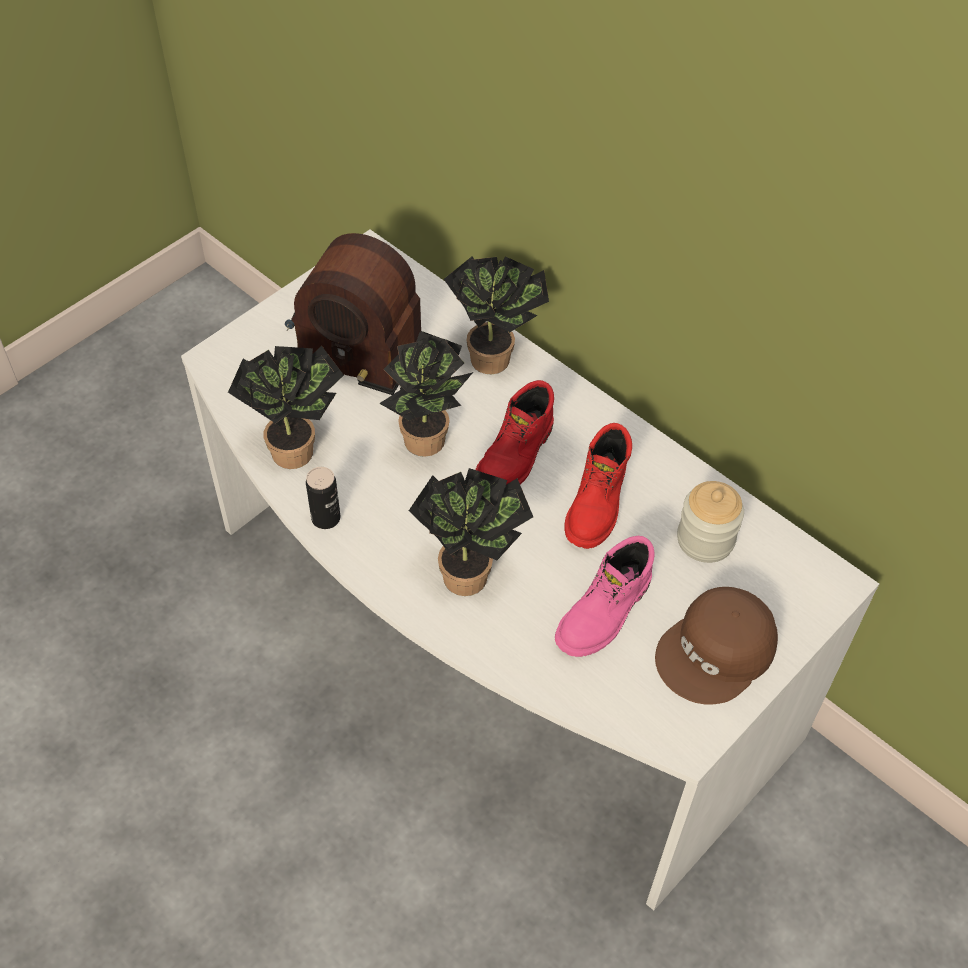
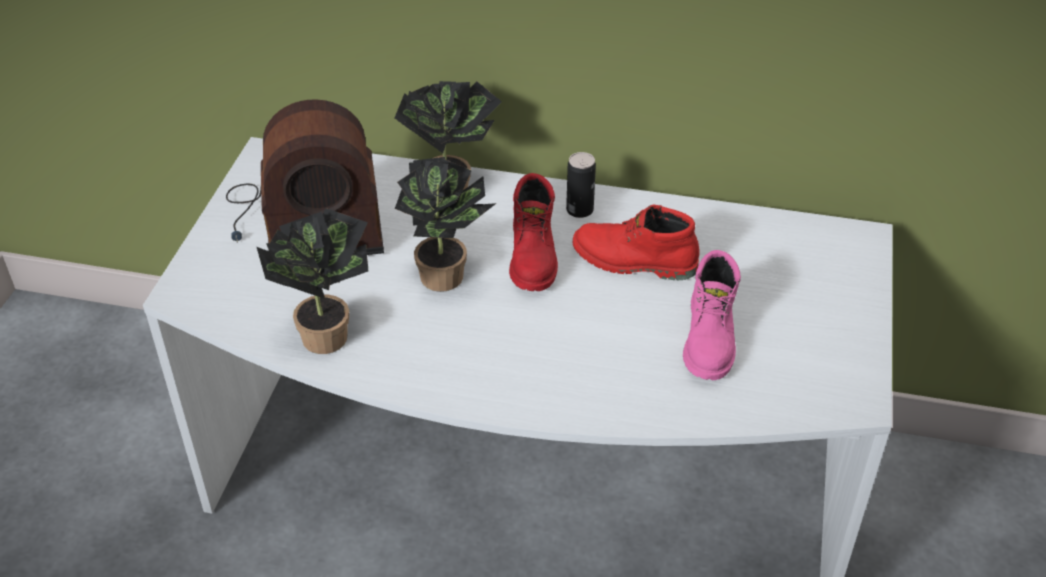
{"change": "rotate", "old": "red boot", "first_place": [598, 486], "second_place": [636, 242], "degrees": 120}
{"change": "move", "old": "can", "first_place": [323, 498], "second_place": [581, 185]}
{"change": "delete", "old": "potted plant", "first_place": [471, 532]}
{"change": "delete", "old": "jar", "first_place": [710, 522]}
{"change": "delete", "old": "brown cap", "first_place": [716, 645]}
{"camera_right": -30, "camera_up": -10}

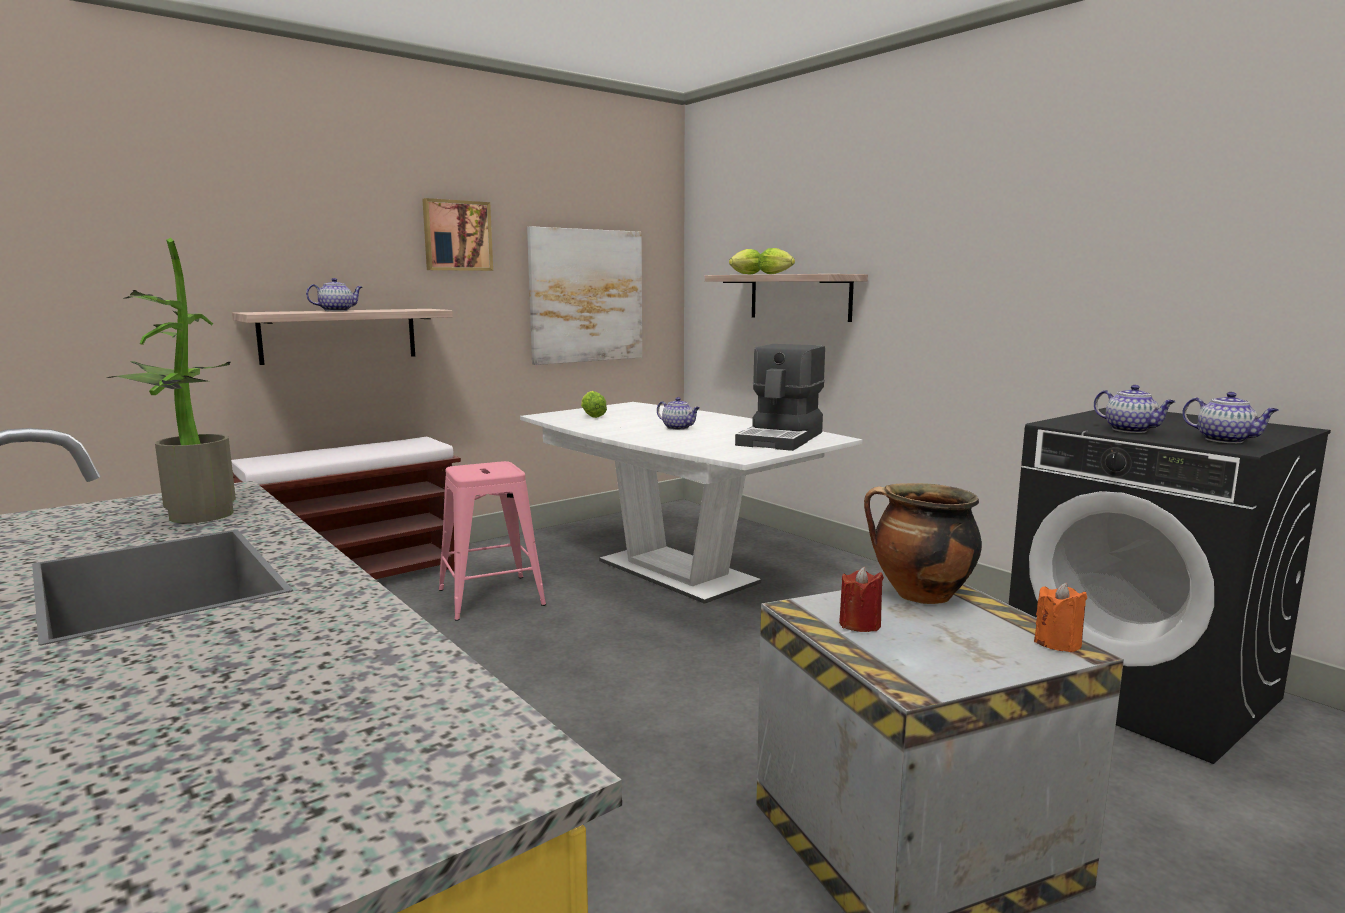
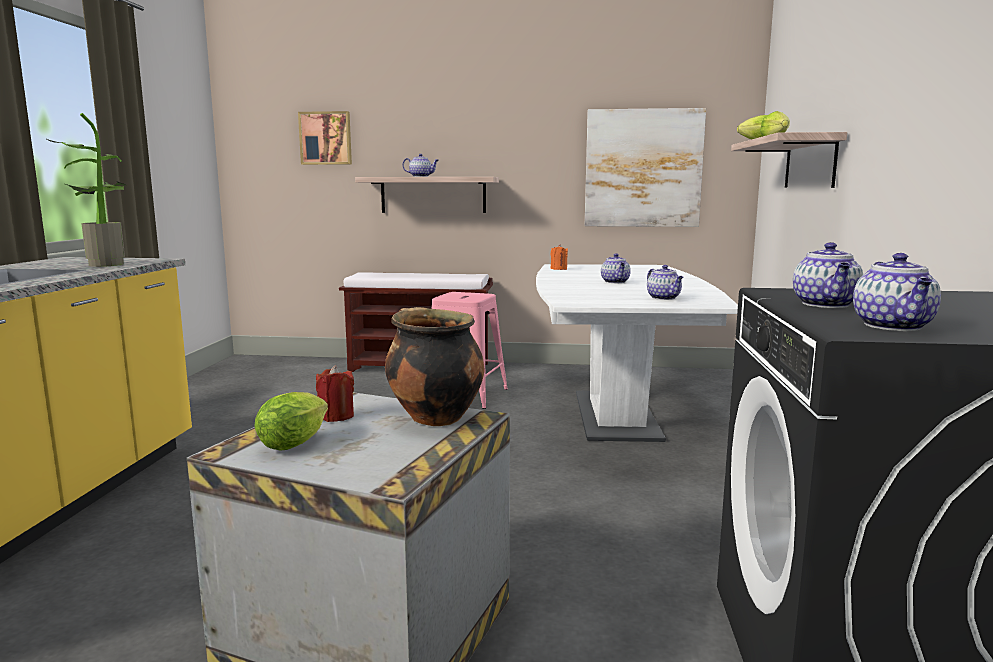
{"change": "move", "old": "picture", "first_place": [457, 234], "second_place": [325, 138]}
{"change": "replace", "old": "coffee machine", "new": "teapot", "first_place": [780, 397], "second_place": [665, 282]}
{"change": "move", "old": "lettuce", "first_place": [594, 404], "second_place": [291, 421]}
{"change": "move", "old": "orange candle", "first_place": [1060, 617], "second_place": [559, 257]}
{"camera_right": 45, "camera_up": 0}

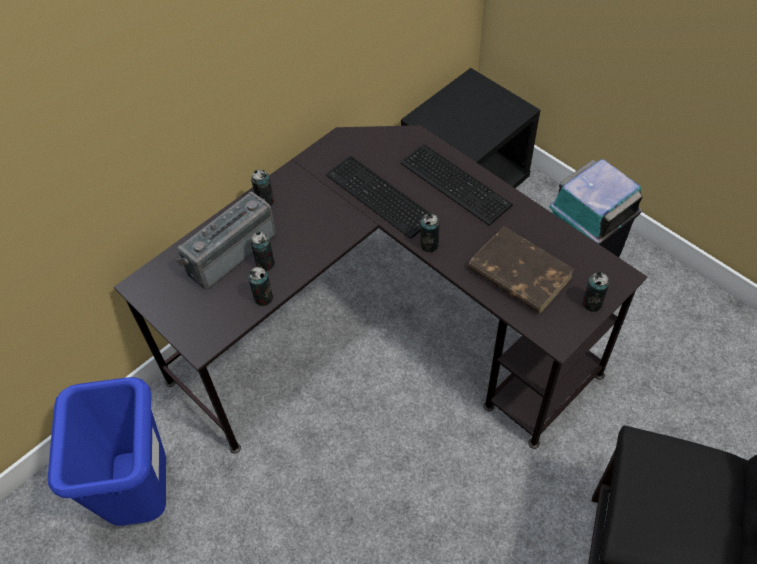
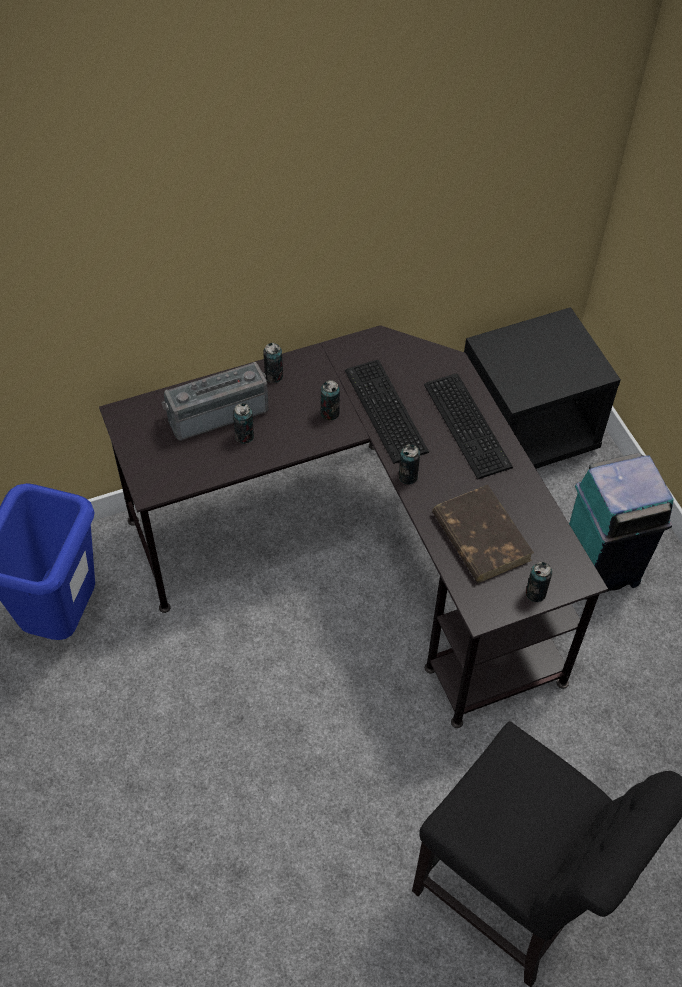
{"change": "move", "old": "can", "first_place": [260, 286], "second_place": [330, 400]}
{"camera_right": 20, "camera_up": 0}

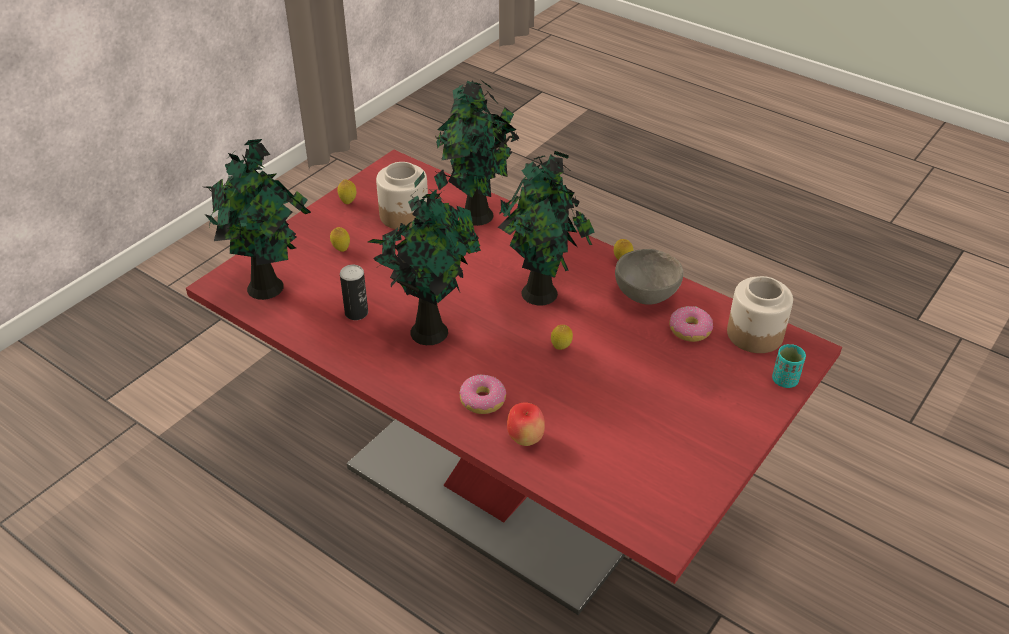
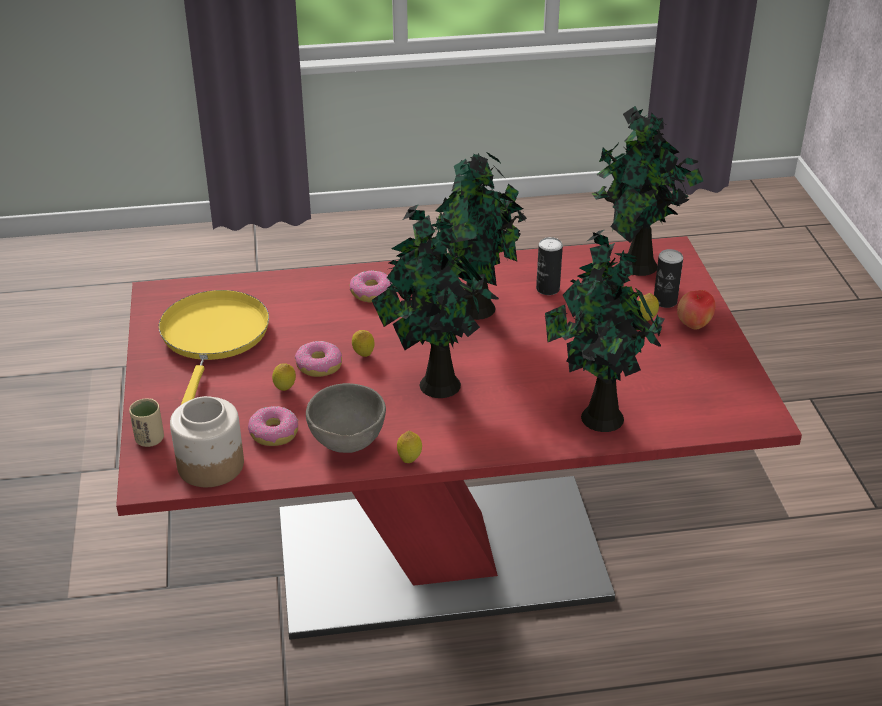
{"change": "delete", "old": "jar", "first_place": [402, 196]}
{"change": "move", "old": "lemon", "first_place": [347, 191], "second_place": [284, 377]}
{"change": "recolor", "old": "turquoise cup", "new": "beige cup", "first_place": [789, 366], "second_place": [146, 422]}
{"change": "move", "old": "apple", "first_place": [526, 424], "second_place": [696, 310]}
{"change": "insert", "new": "can", "second_place": [668, 278]}
{"change": "insert", "new": "yellow frying pan", "second_place": [213, 347]}
{"change": "insert", "new": "donut", "second_place": [318, 359]}
{"camera_right": 135, "camera_up": -5}

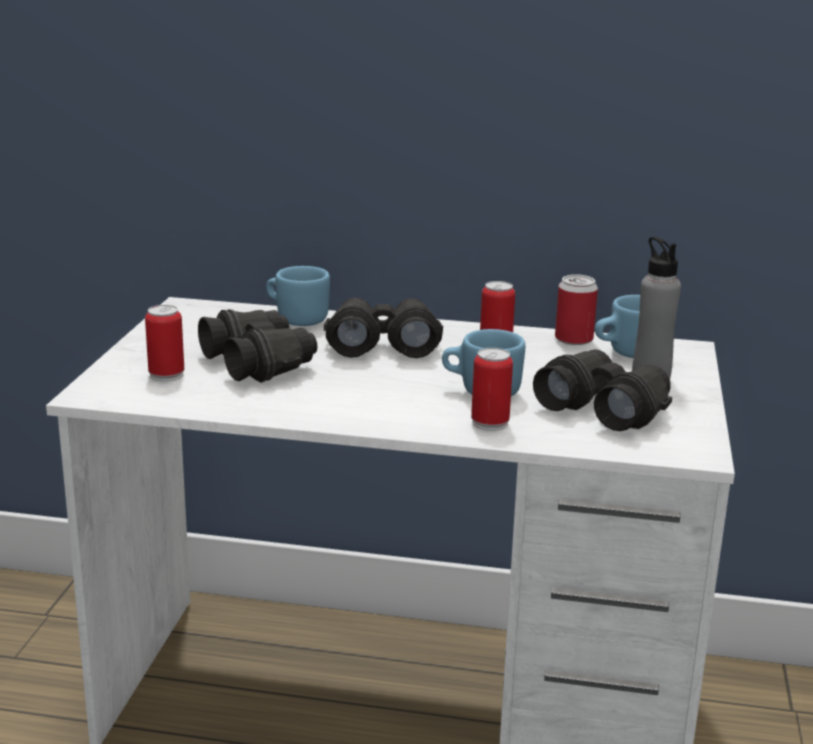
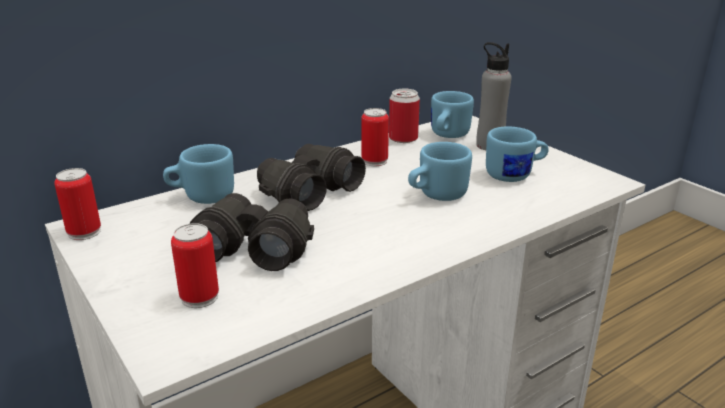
{"change": "move", "old": "can", "first_place": [492, 389], "second_place": [77, 204]}
{"change": "replace", "old": "black binoculars", "new": "blue mug", "first_place": [602, 390], "second_place": [517, 154]}
{"camera_right": -45, "camera_up": 5}

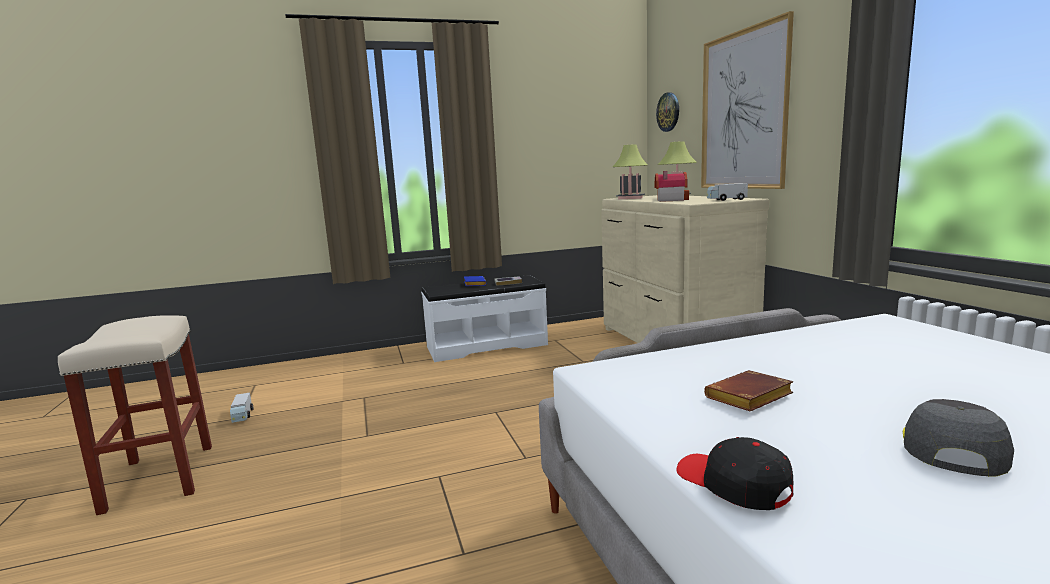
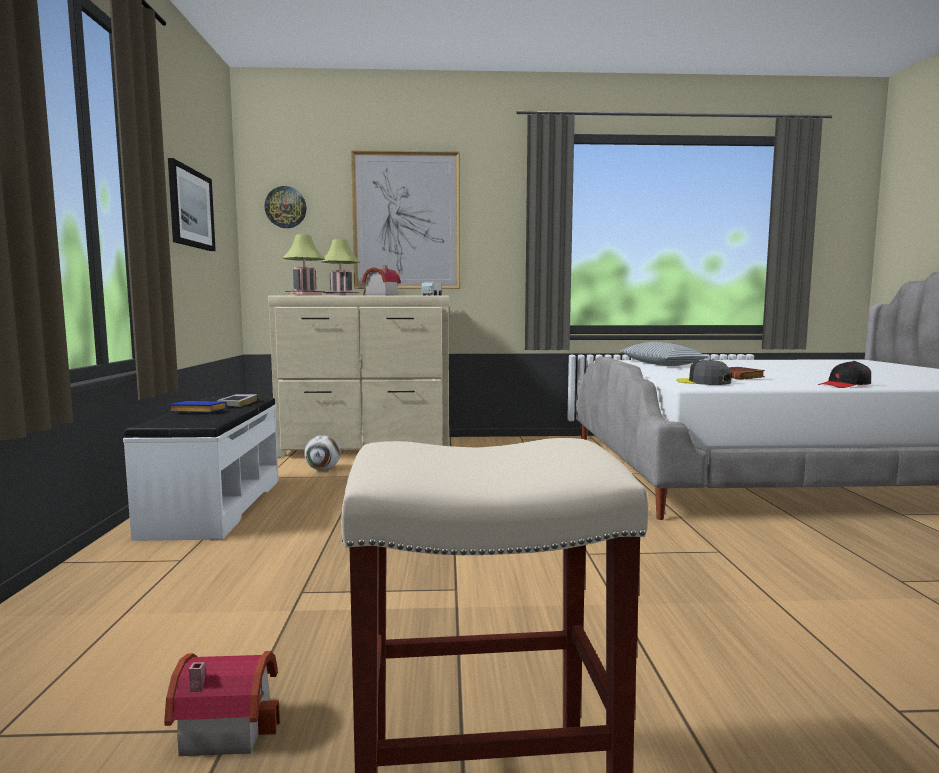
{"change": "replace", "old": "toy truck", "new": "toy house", "first_place": [242, 407], "second_place": [222, 703]}
{"change": "move", "old": "grey cap", "first_place": [958, 438], "second_place": [703, 372]}
{"change": "insert", "new": "picture", "second_place": [192, 204]}
{"change": "insert", "new": "pillow", "second_place": [664, 354]}
{"change": "insert", "new": "football", "second_place": [322, 453]}
{"camera_right": -75, "camera_up": -5}

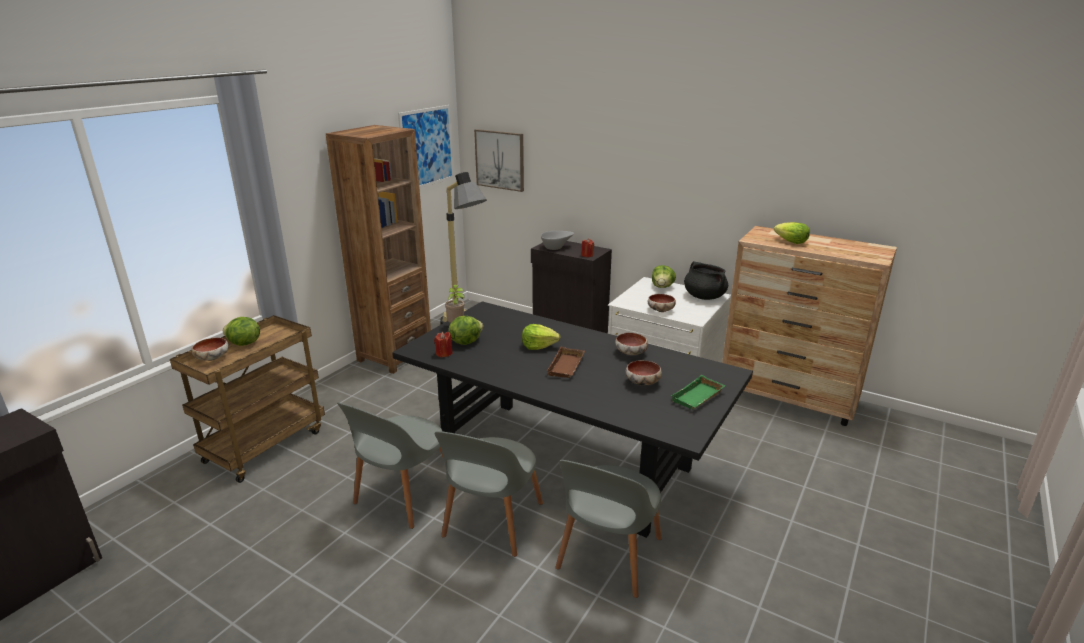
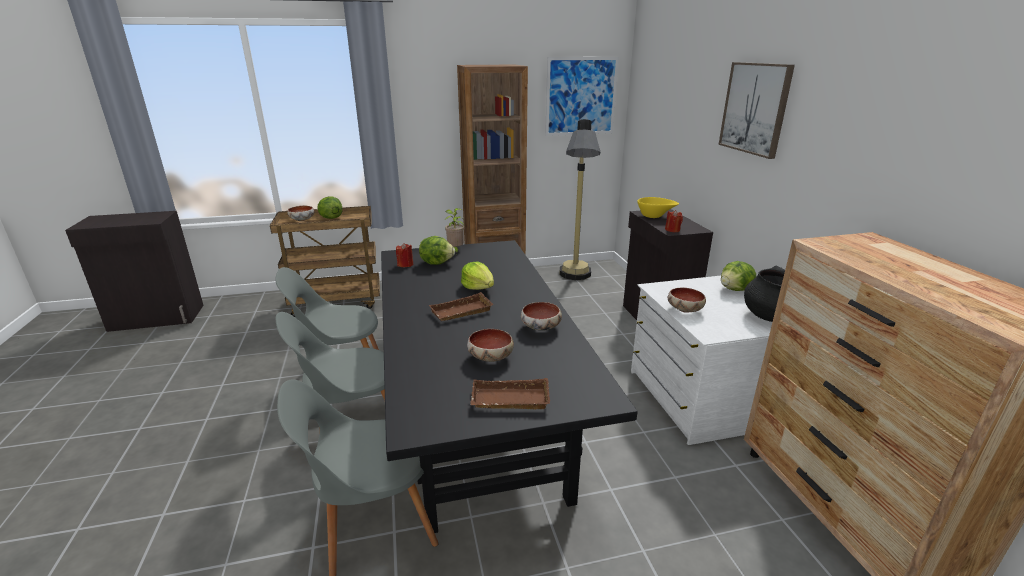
{"change": "move", "old": "picture", "first_place": [499, 160], "second_place": [756, 110]}
{"change": "delete", "old": "lettuce", "first_place": [792, 233]}
{"change": "recolor", "old": "grey bowl", "new": "yellow bowl", "first_place": [557, 240], "second_place": [658, 207]}
{"change": "recolor", "old": "green tray", "new": "brown tray", "first_place": [698, 392], "second_place": [510, 393]}
{"camera_right": 45, "camera_up": 0}

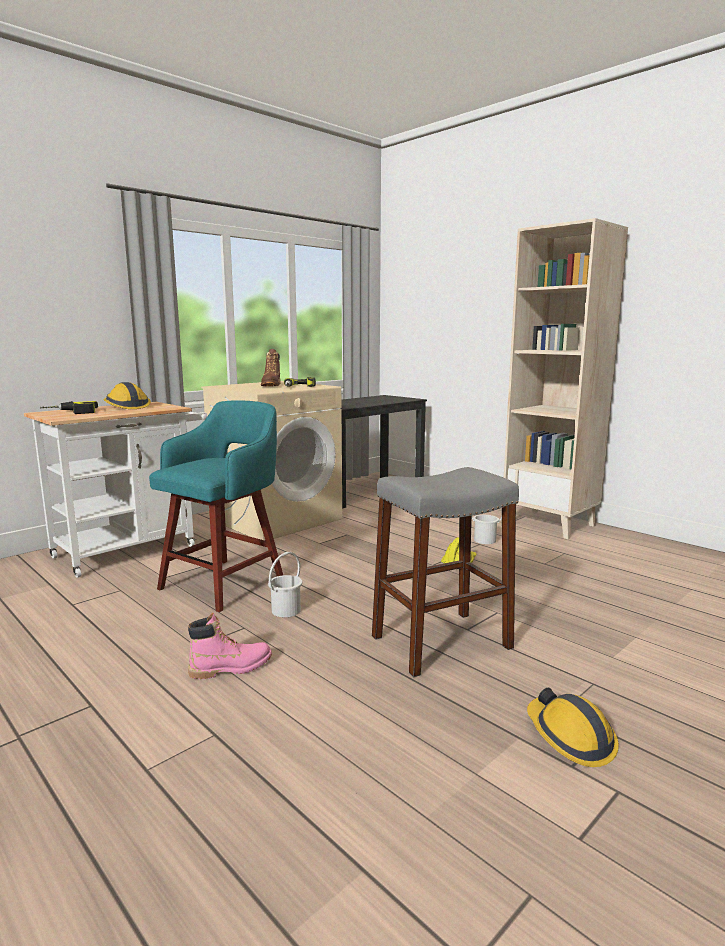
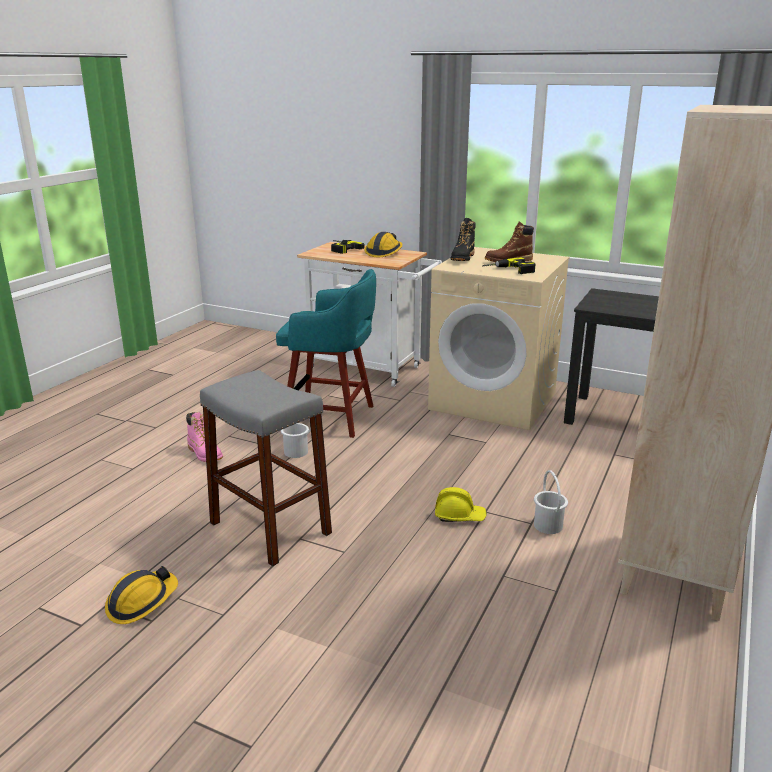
{"change": "insert", "new": "black boot", "second_place": [463, 239]}
{"camera_right": 70, "camera_up": 10}

